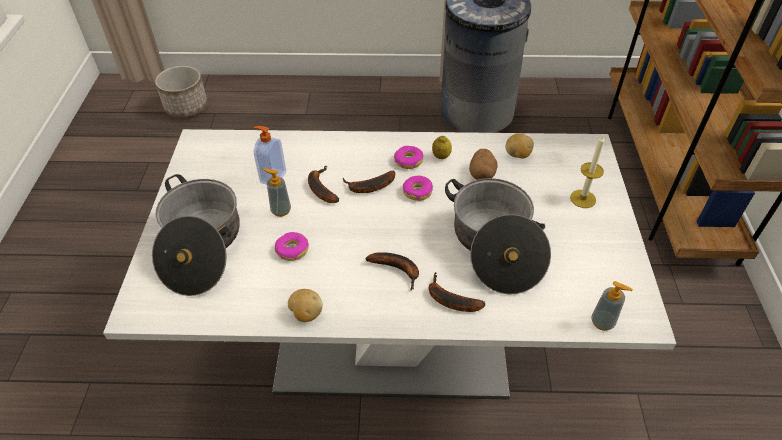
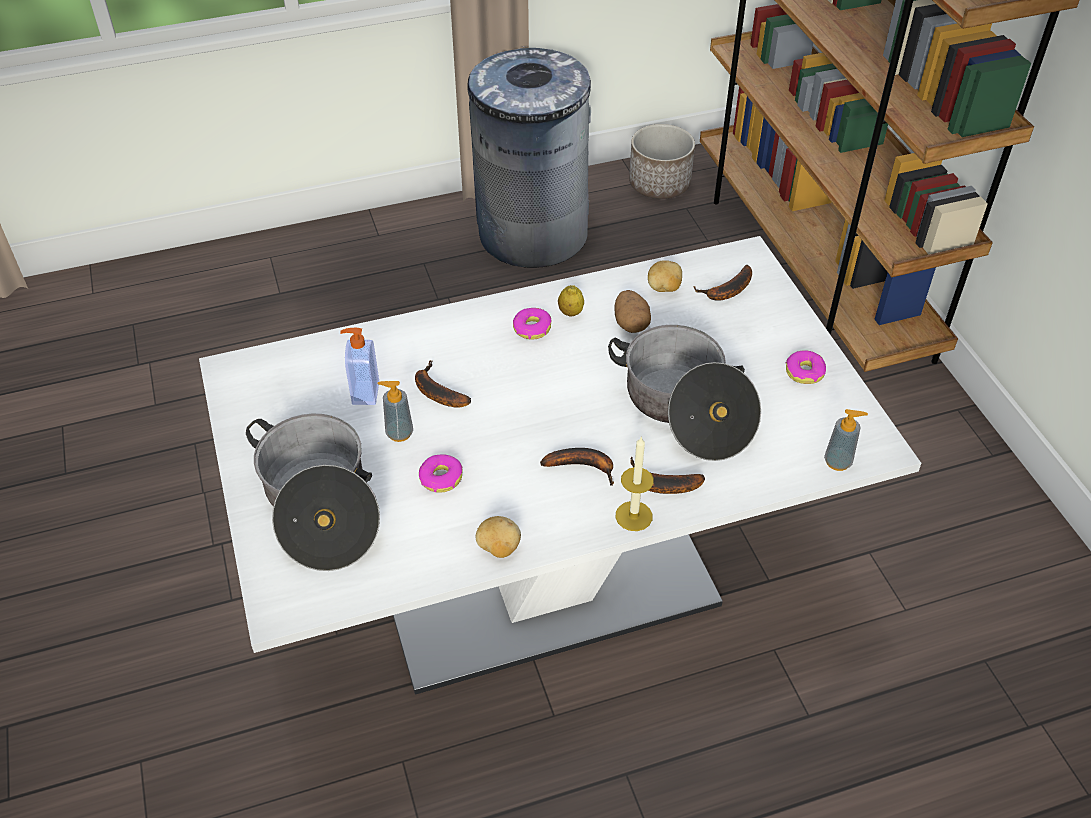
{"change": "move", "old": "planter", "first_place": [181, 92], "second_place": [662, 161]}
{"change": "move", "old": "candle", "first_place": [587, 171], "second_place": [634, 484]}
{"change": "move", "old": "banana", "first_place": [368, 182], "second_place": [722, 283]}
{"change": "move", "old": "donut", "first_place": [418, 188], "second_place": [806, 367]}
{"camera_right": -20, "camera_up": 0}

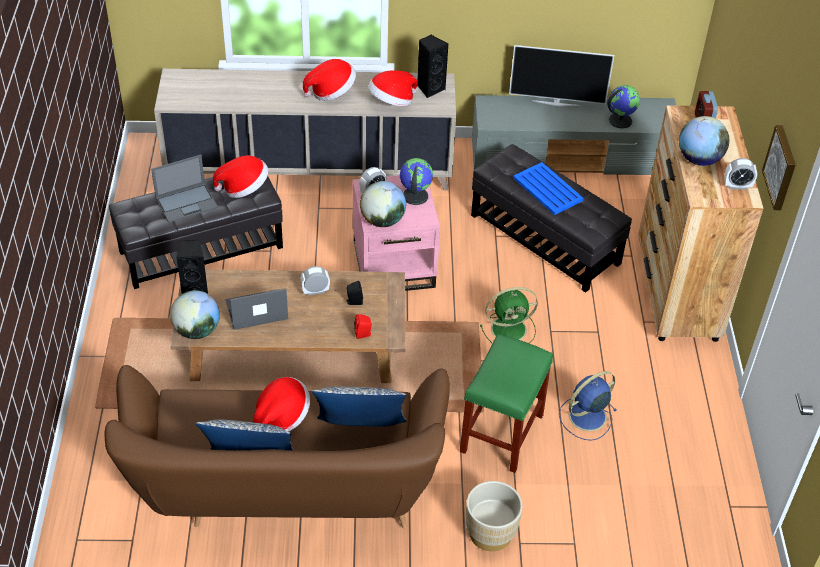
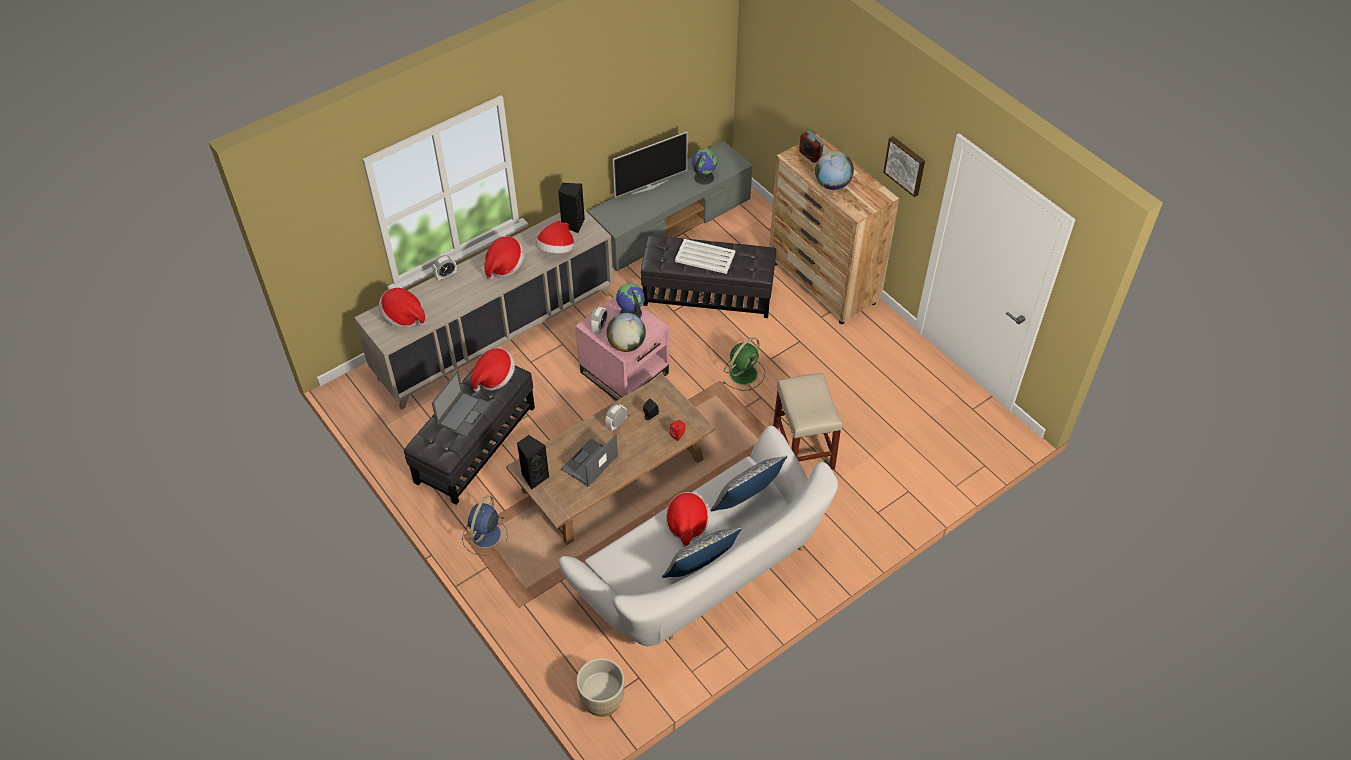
{"change": "move", "old": "alarm clock", "first_place": [740, 174], "second_place": [444, 268]}
{"change": "recolor", "old": "blue tray", "new": "white tray", "first_place": [548, 188], "second_place": [705, 256]}
{"change": "delete", "old": "globe", "first_place": [195, 314]}
{"change": "recolor", "old": "green stool", "new": "beige stool", "first_place": [506, 403], "second_place": [807, 421]}
{"change": "recolor", "old": "brown sofa", "new": "white sofa", "first_place": [277, 447], "second_place": [698, 535]}
{"change": "move", "old": "blue fan", "first_place": [588, 406], "second_place": [484, 525]}
{"change": "move", "old": "beige planter", "first_place": [494, 516], "second_place": [600, 687]}
{"change": "insert", "new": "hat", "second_place": [402, 308]}
{"camera_right": -35, "camera_up": 5}

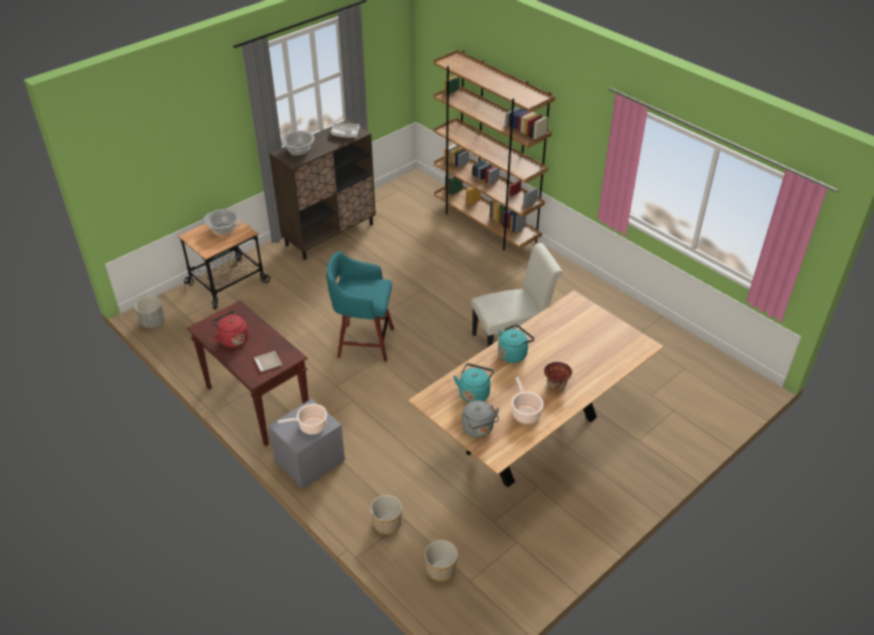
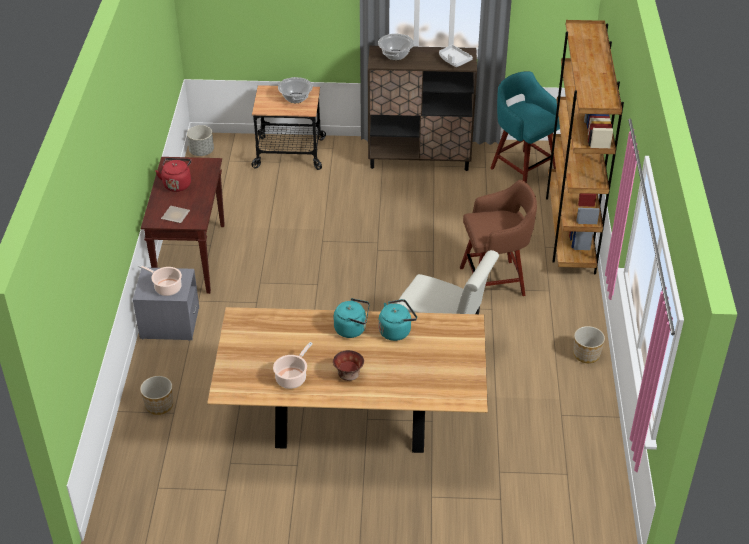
{"change": "move", "old": "turquoise stool", "first_place": [360, 306], "second_place": [525, 127]}
{"change": "move", "old": "turquoise kettle", "first_place": [473, 383], "second_place": [398, 320]}
{"change": "delete", "old": "grey kettle", "first_place": [481, 419]}
{"change": "move", "old": "planter", "first_place": [441, 561], "second_place": [589, 344]}
{"change": "insert", "new": "brown stool", "second_place": [498, 238]}
{"camera_right": 45, "camera_up": 0}

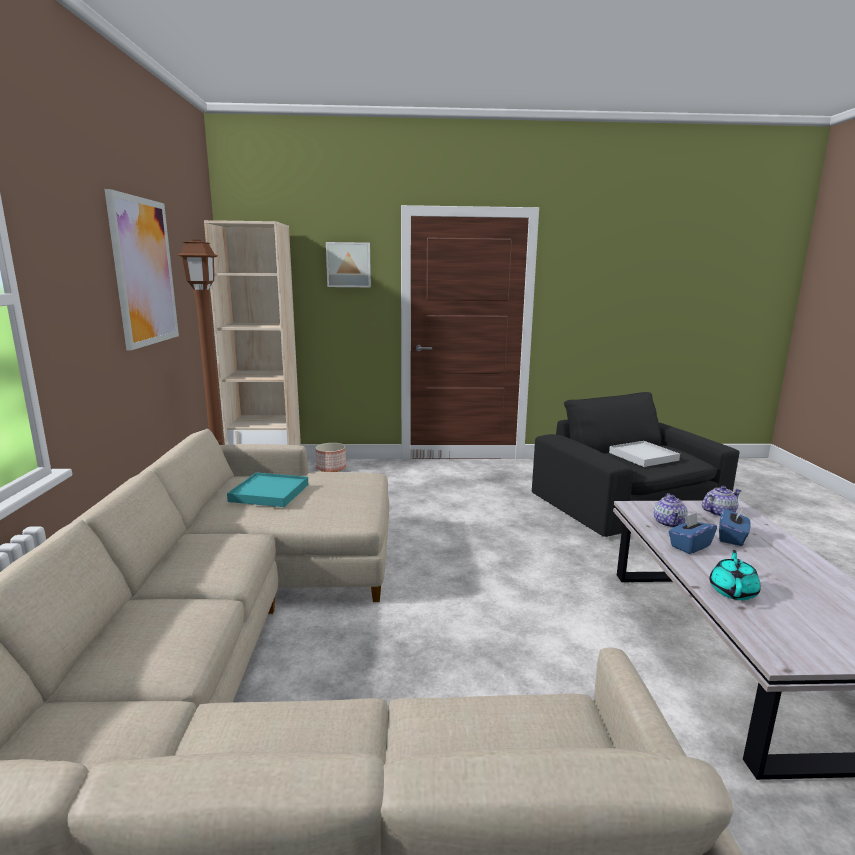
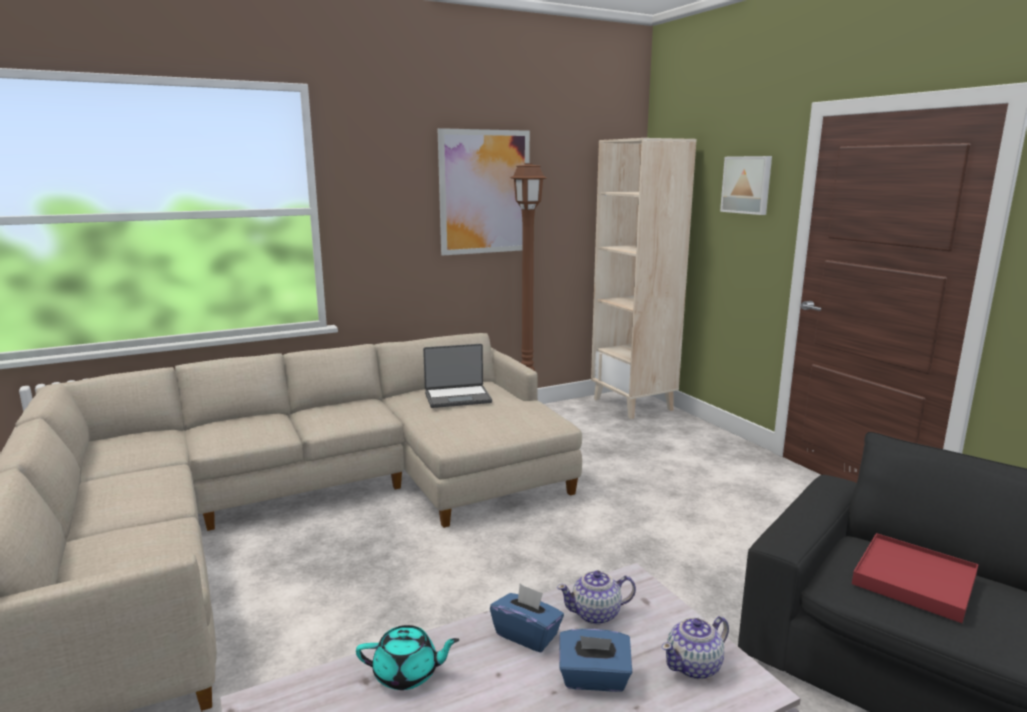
{"change": "recolor", "old": "white tray", "new": "red tray", "first_place": [644, 454], "second_place": [915, 578]}
{"change": "delete", "old": "planter", "first_place": [330, 457]}
{"change": "replace", "old": "turquoise tray", "new": "laptop", "first_place": [267, 489], "second_place": [457, 376]}
{"change": "rotate", "old": "teapot", "first_place": [721, 501], "second_place": [695, 647], "degrees": 105}
{"camera_right": 65, "camera_up": 0}

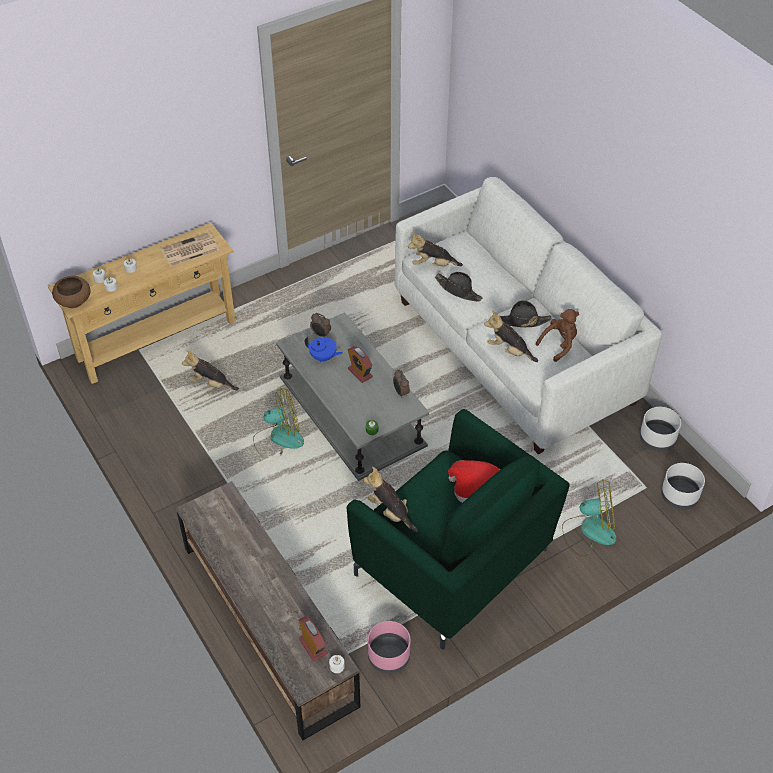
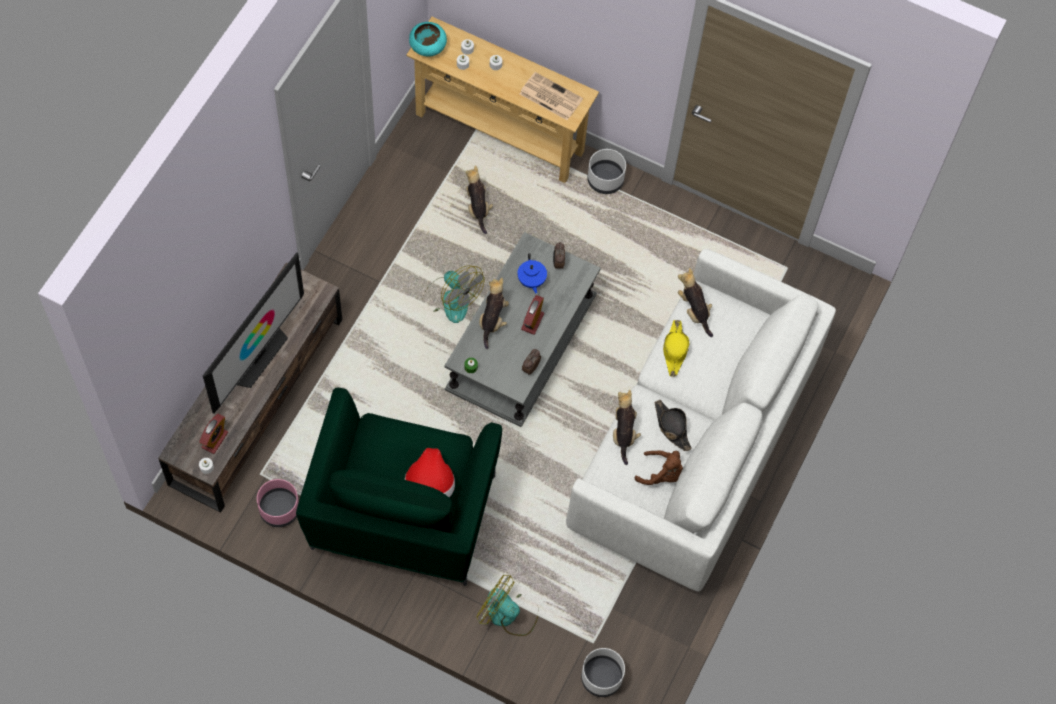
{"change": "recolor", "old": "black hat", "new": "yellow hat", "first_place": [459, 286], "second_place": [676, 348]}
{"change": "recolor", "old": "brown bowl", "new": "turquoise bowl", "first_place": [71, 292], "second_place": [428, 39]}
{"change": "move", "old": "white planter", "first_place": [660, 429], "second_place": [606, 171]}
{"change": "move", "old": "plush toy", "first_place": [390, 499], "second_place": [494, 313]}
{"change": "rotate", "old": "fan", "first_place": [589, 518], "second_place": [507, 605], "degrees": 150}
{"change": "insert", "new": "television", "second_place": [253, 332]}
{"camera_right": 55, "camera_up": 15}

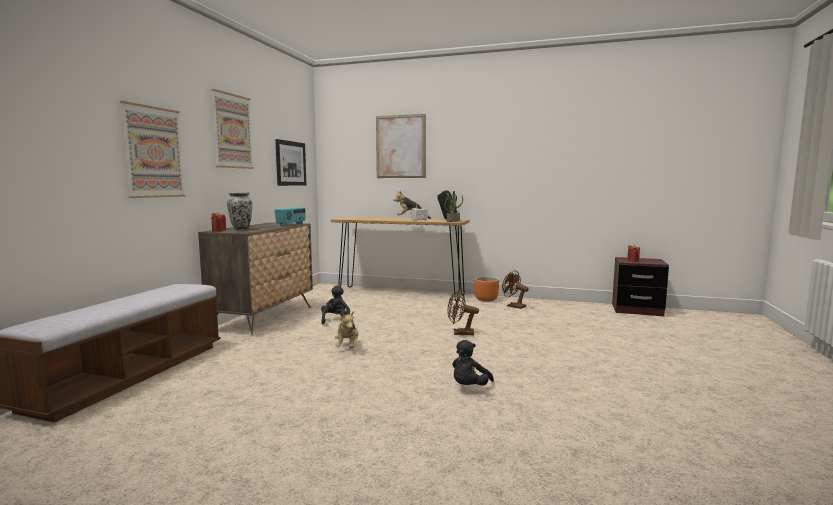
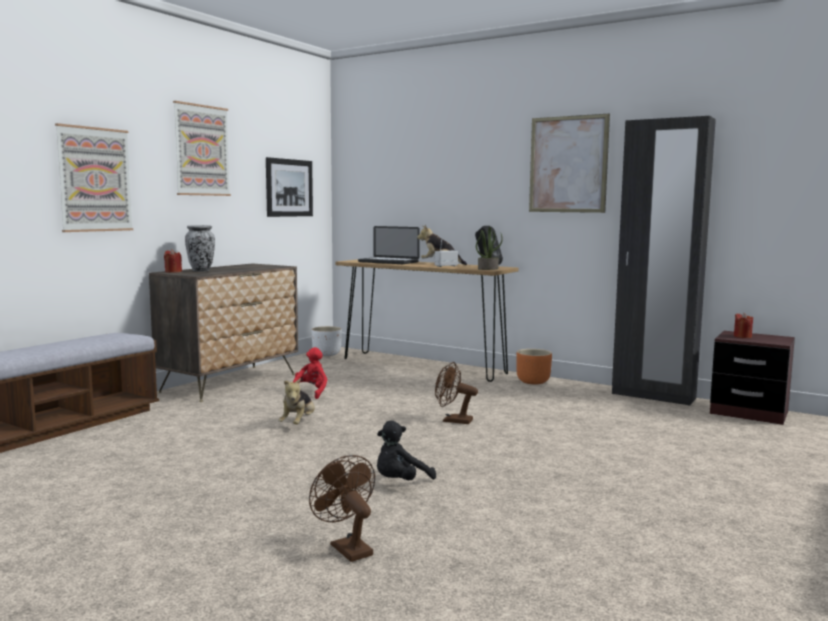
{"change": "move", "old": "picture", "first_place": [401, 146], "second_place": [569, 163]}
{"change": "delete", "old": "radio", "first_place": [290, 216]}
{"change": "move", "old": "brown fan", "first_place": [515, 289], "second_place": [342, 508]}
{"change": "recolor", "old": "black plush toy", "new": "red plush toy", "first_place": [335, 305], "second_place": [310, 373]}
{"change": "insert", "new": "black wardrobe", "second_place": [664, 261]}
{"change": "insert", "new": "laptop", "second_place": [389, 245]}
{"change": "insert", "new": "white planter", "second_place": [327, 341]}
{"camera_right": 15, "camera_up": 0}

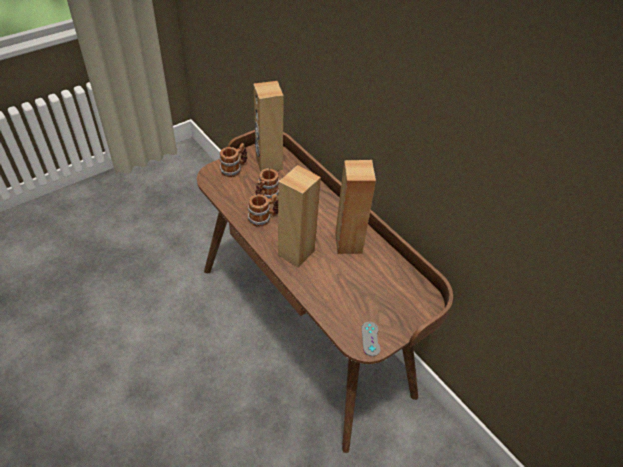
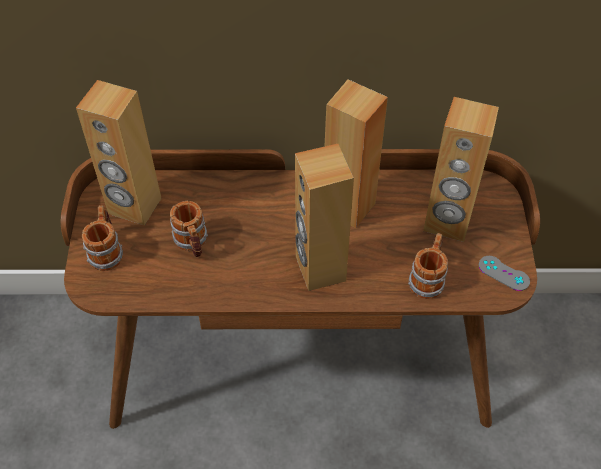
{"change": "move", "old": "mug", "first_place": [263, 210], "second_place": [428, 266]}
{"change": "insert", "new": "brown speaker", "second_place": [461, 169]}
{"camera_right": -50, "camera_up": 5}

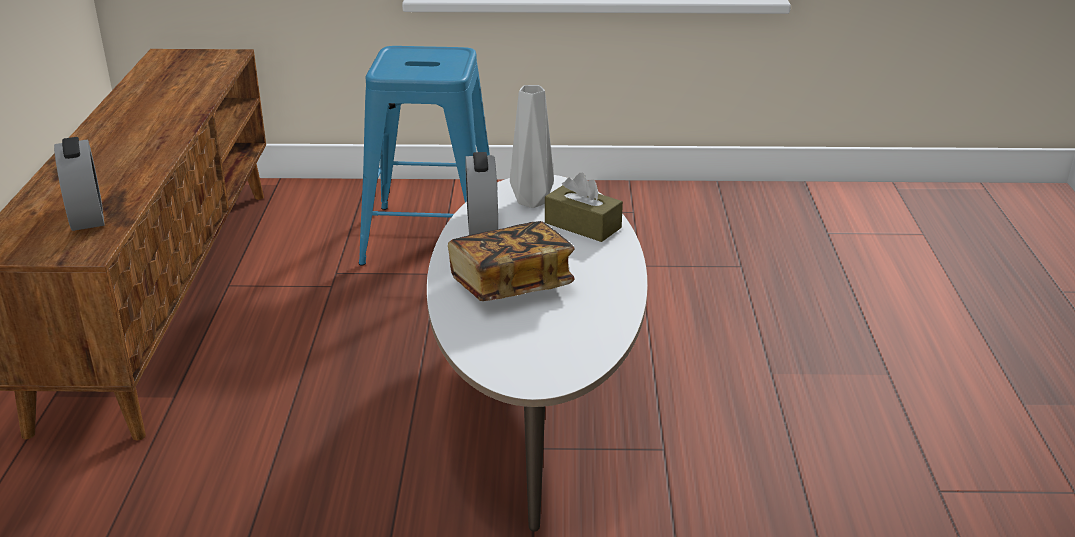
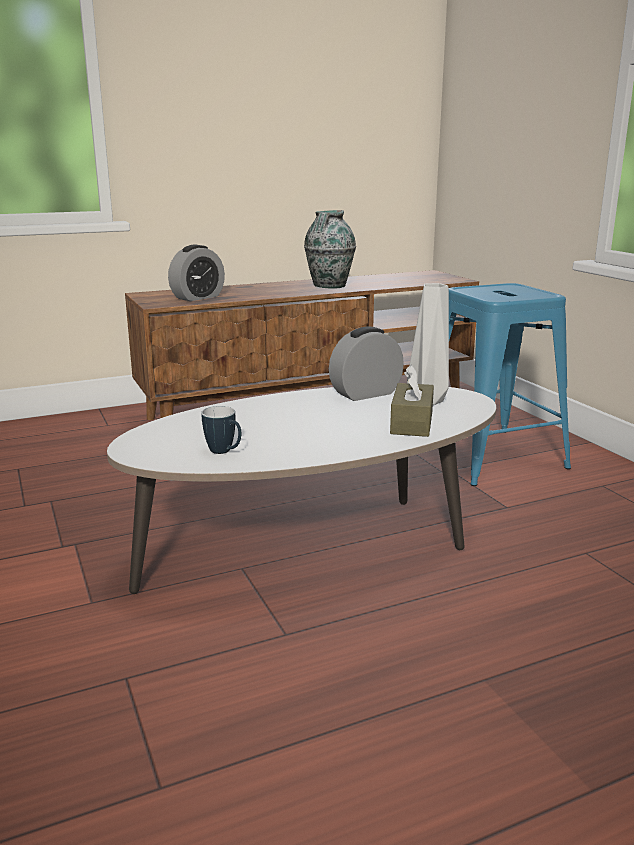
{"change": "delete", "old": "book", "first_place": [511, 261]}
{"change": "insert", "new": "vase", "second_place": [330, 249]}
{"change": "insert", "new": "mug", "second_place": [221, 430]}
{"camera_right": 65, "camera_up": -10}

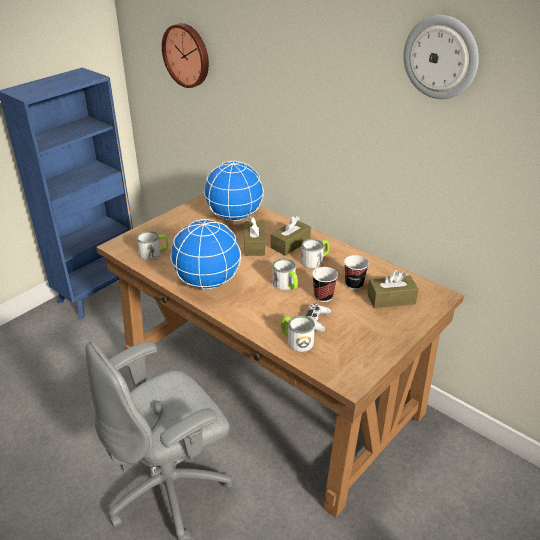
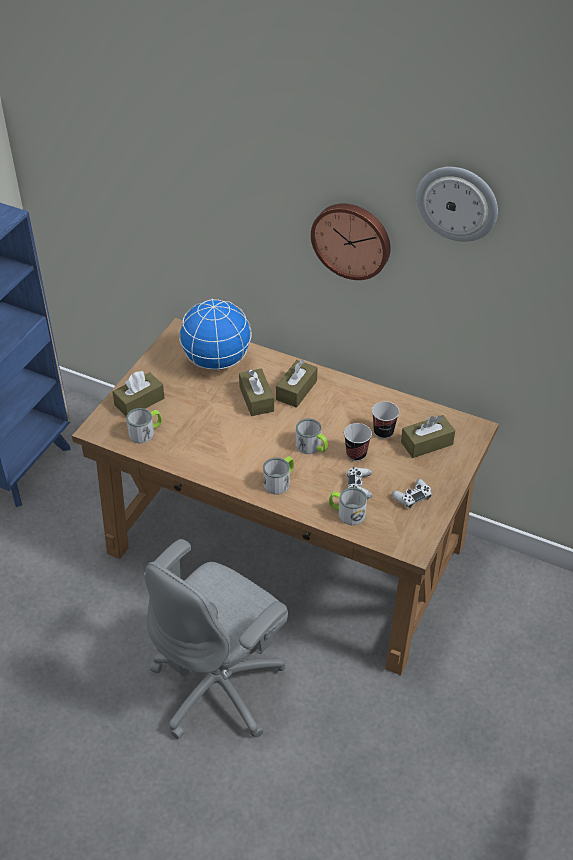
{"change": "move", "old": "wall clock", "first_place": [185, 55], "second_place": [351, 241]}
{"change": "delete", "old": "globe", "first_place": [205, 254]}
{"change": "move", "old": "mug", "first_place": [315, 254], "second_place": [278, 475]}
{"change": "insert", "new": "brown tissue box", "second_place": [138, 393]}
{"change": "insert", "new": "white game controller", "second_place": [412, 494]}
{"camera_right": -15, "camera_up": 10}

